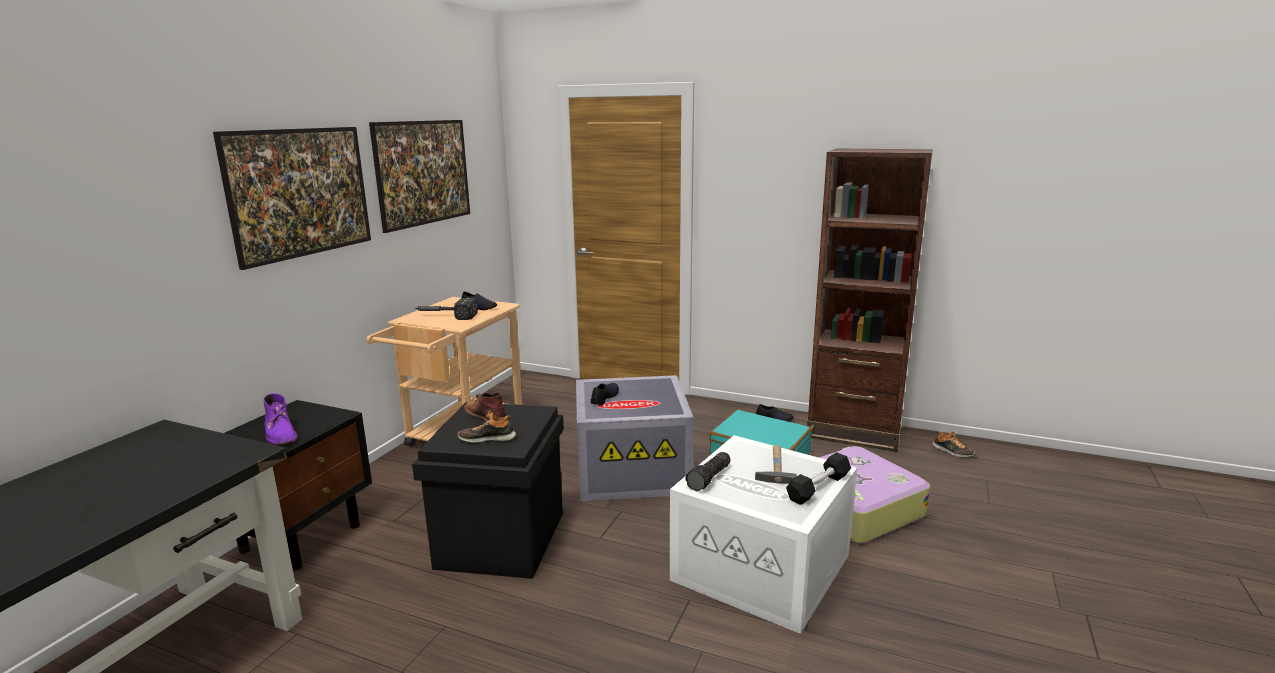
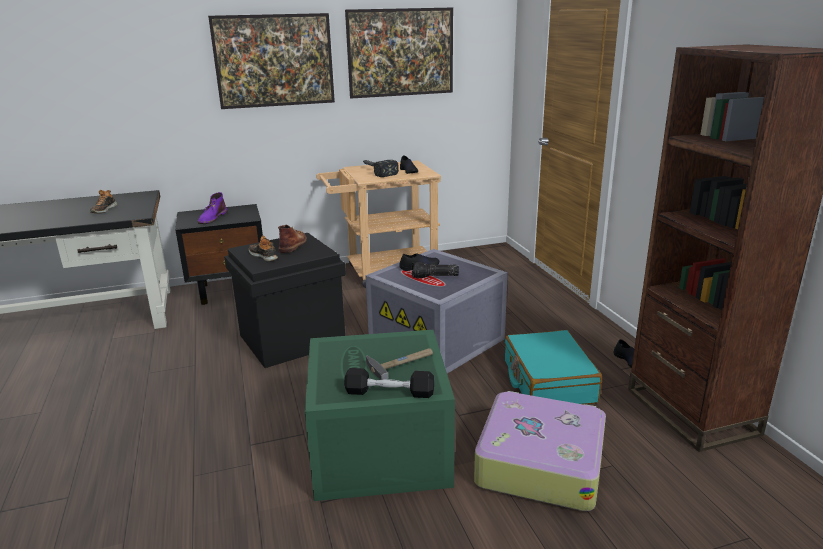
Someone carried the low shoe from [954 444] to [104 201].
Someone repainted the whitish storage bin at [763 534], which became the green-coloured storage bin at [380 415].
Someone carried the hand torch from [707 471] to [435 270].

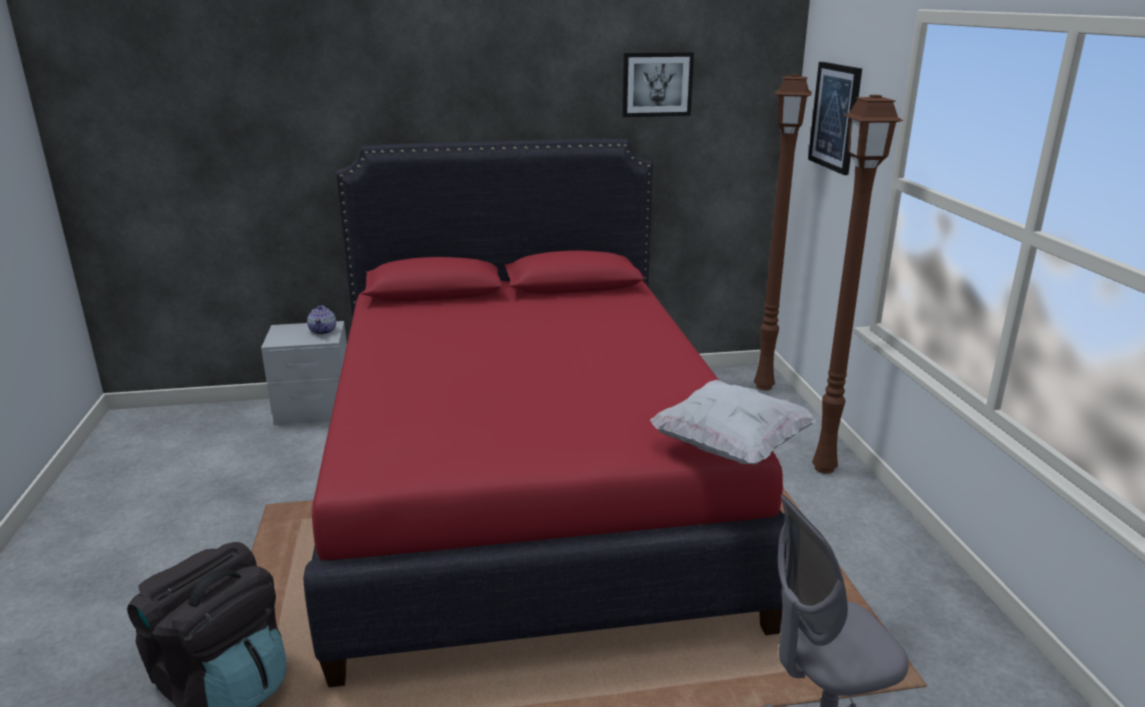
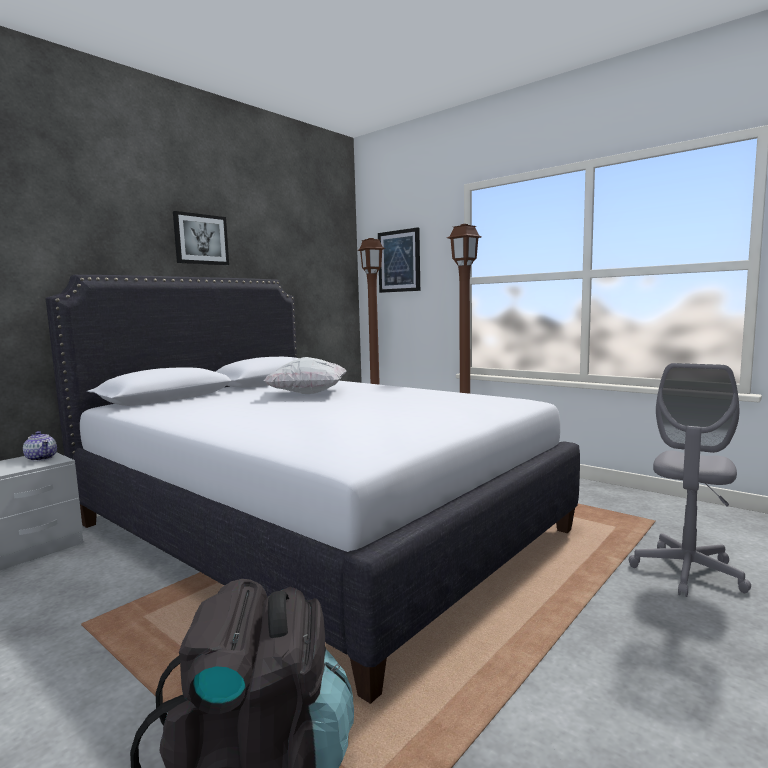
Someone carried the wall picture from [658 84] to [201 238].
Someone repainted the red-coloured bedroom bed at [544 412], which became the whitish bedroom bed at [312 489].
Someone carried the whitish cushion from [733 422] to [305 375].

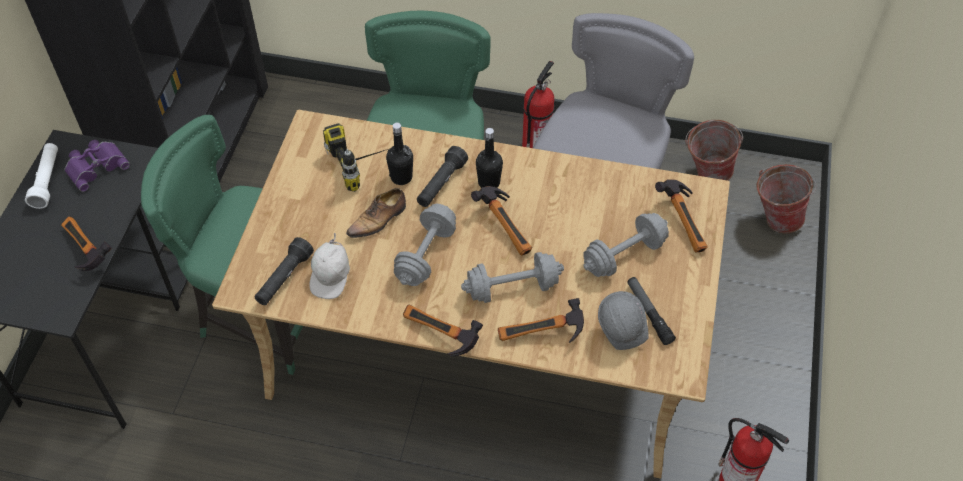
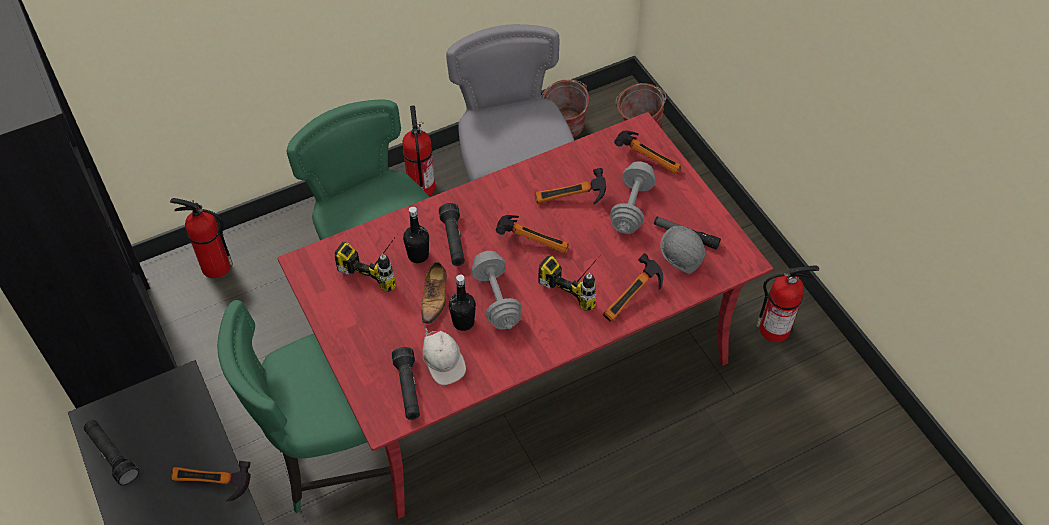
Someone repainted the sand-coloured dinner table at [471 294], which became the red-coloured dinner table at [525 315].
Someone carried the black drink bottle from [489 158] to [462 303].
Someone took away the purple-coloured pair of binoculars at [97 166].
Someone repainted the whitish hand torch at [41 176], which became the black hand torch at [111 452].
Someone swapped the grey free weight at [512 277] for the power drill at [568 283].
Someone carried the tool hammer from [443 330] to [570 186].
Someone put down the extinguisher at [201 238].

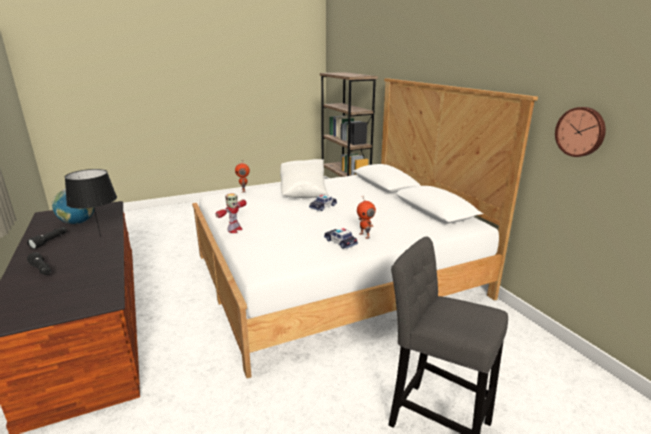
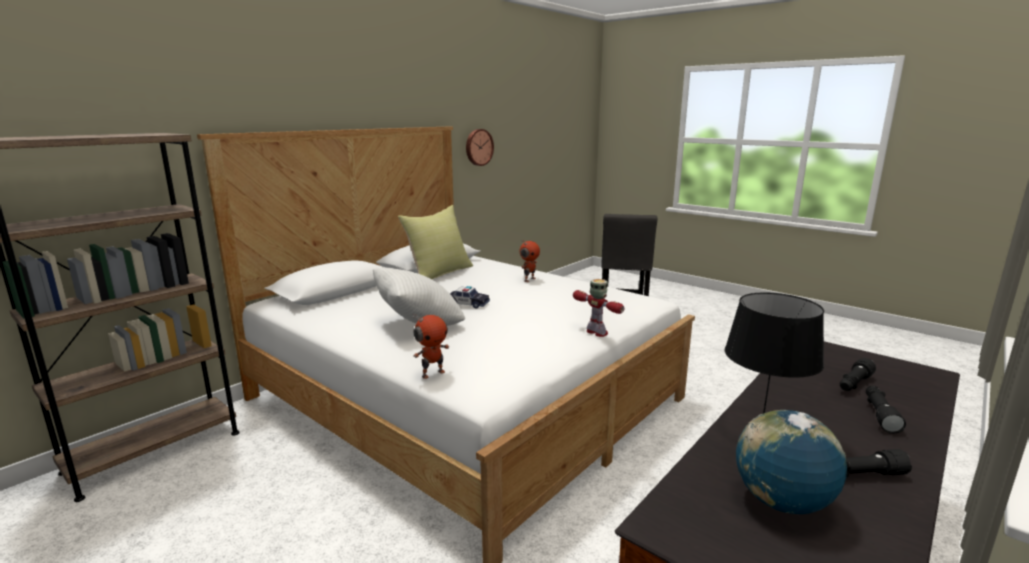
Someone rotated the toy robot at [231 213] by 45 degrees clockwise.
Someone took away the toy car at [341 238].
Someone put down the yellow cushion at [435 242].
Someone put down the black hand torch at [858 374].

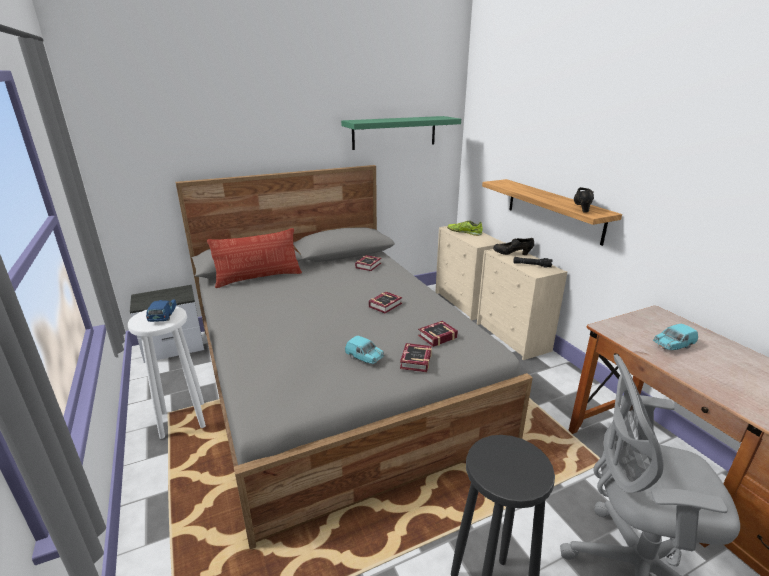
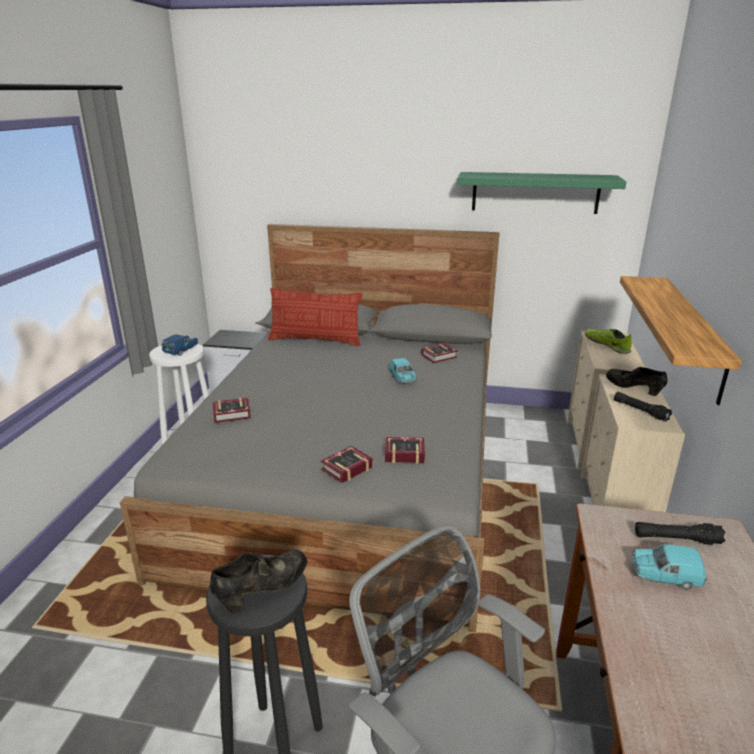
Someone carried the black low shoe from [584 200] to [258 581].
Someone carried the volume from [385 302] to [231 410].
Someone carried the turquoise toy car from [364 349] to [403 371].
Someone put down the black hand torch at [680 533].

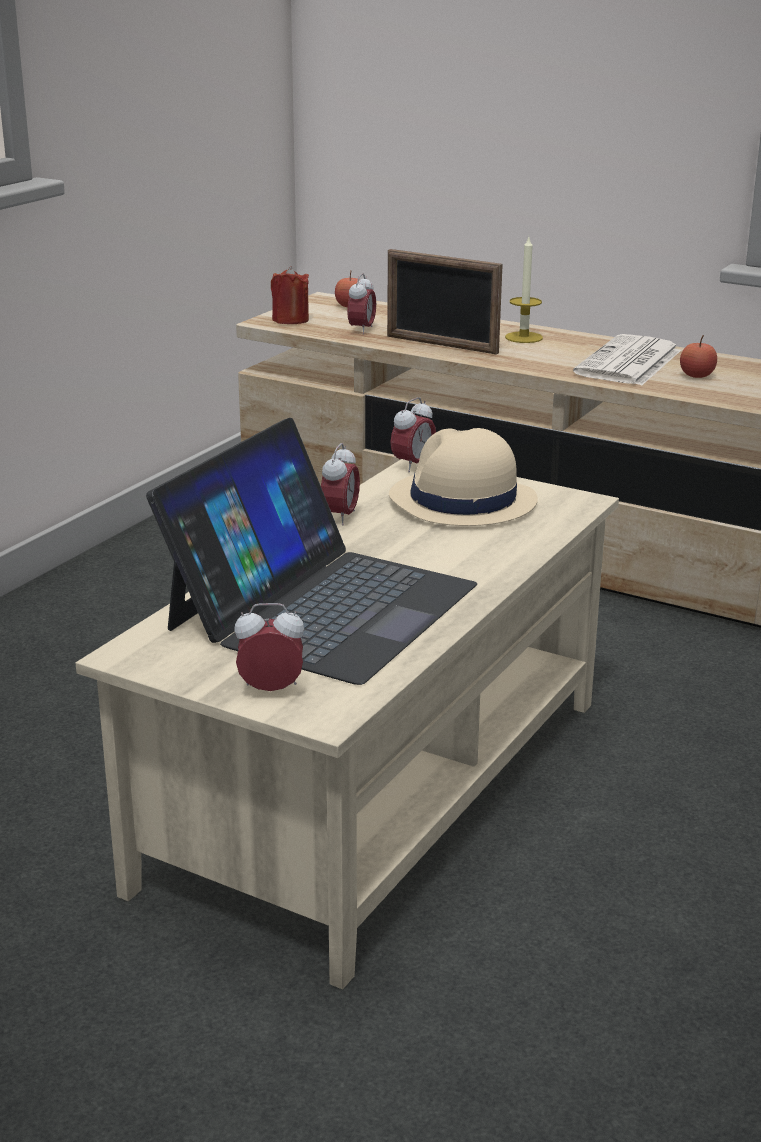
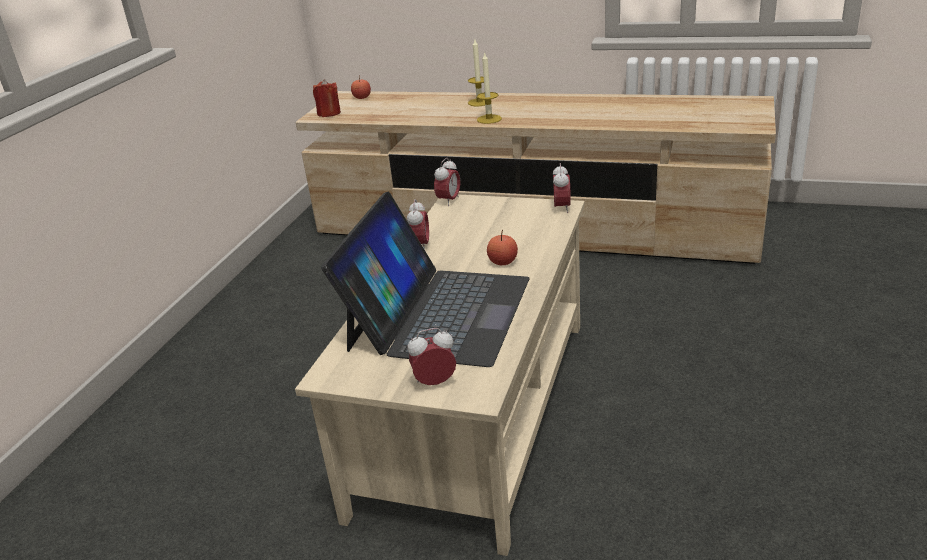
Someone took away the picture frame at [445 302].
Someone carried the alarm clock from [361 303] to [562 188].
Someone took away the daily paper at [627 360].
Someone carried the apple fruit from [698 356] to [502 247].
Someone took away the sand-coloured clothing hat at [463 477].
Someone put down the wax candle at [489 88].

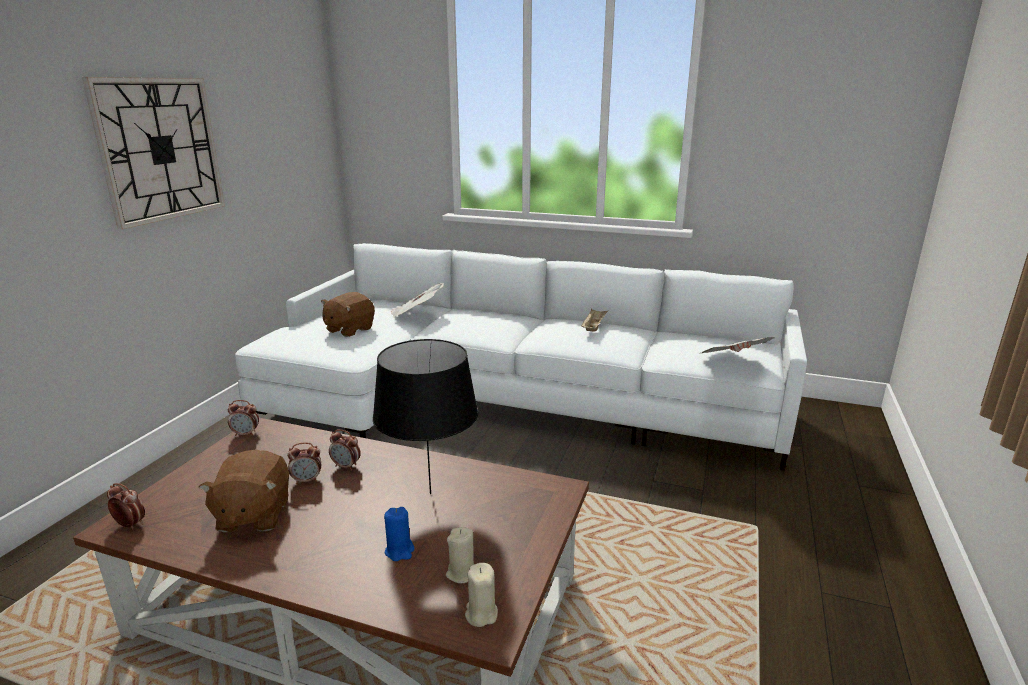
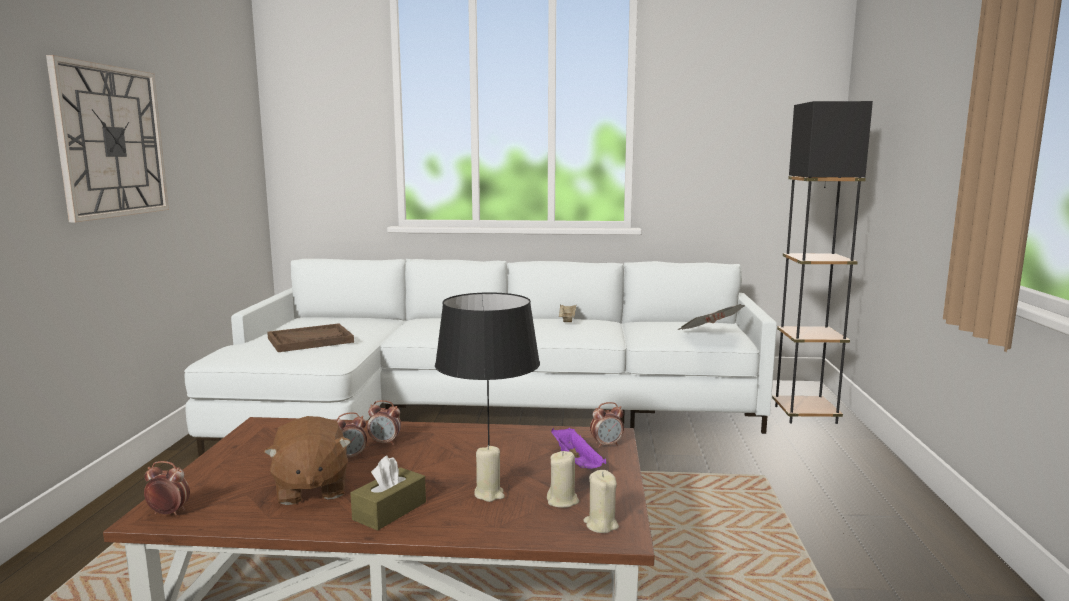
Someone took away the daily paper at [417 300].
Someone swapped the brown-coloured cuddly toy at [348 314] for the brown-coloured serving tray at [310 337].
Someone carried the alarm clock from [243 418] to [607 425].
Someone repainted the blue-coloured wax candle at [399 534], which became the sand-coloured wax candle at [489 473].
Someone put down the black floor lamp at [822 262].
Someone put down the purple-coloured serving tray at [578 448].
Someone put down the brown-coloured box of tissues at [388 493].

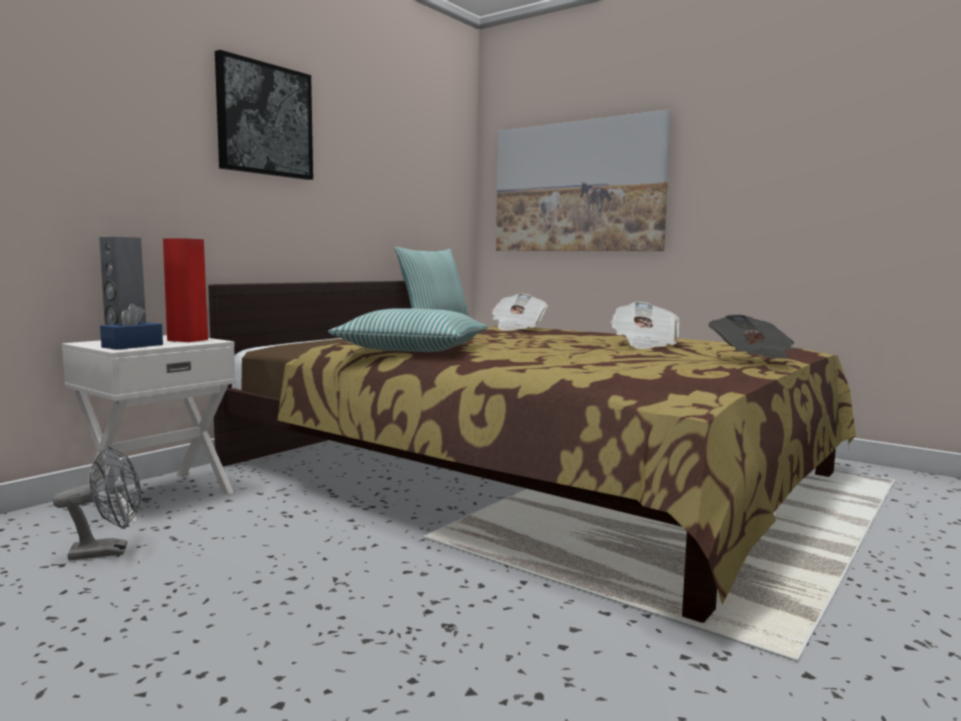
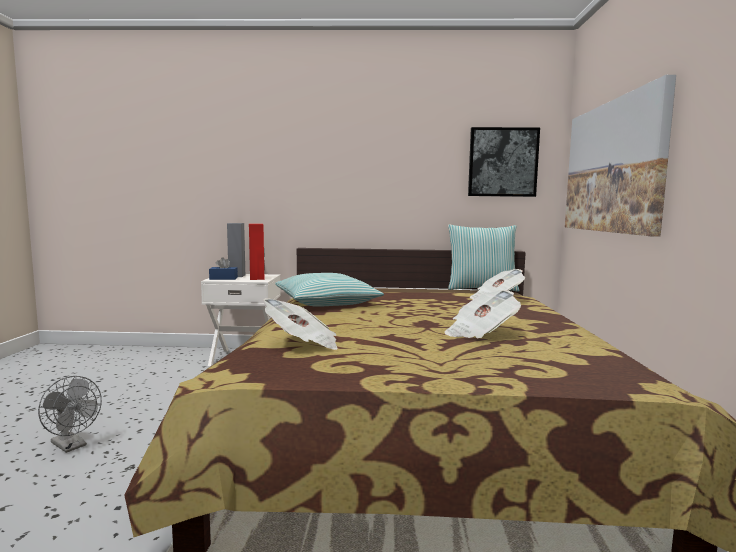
Someone carried the wall picture from [264 115] to [504 162].
Someone carried the daily paper from [751 336] to [300 324].
Someone carried the grey cooling fan from [97 503] to [70 414].

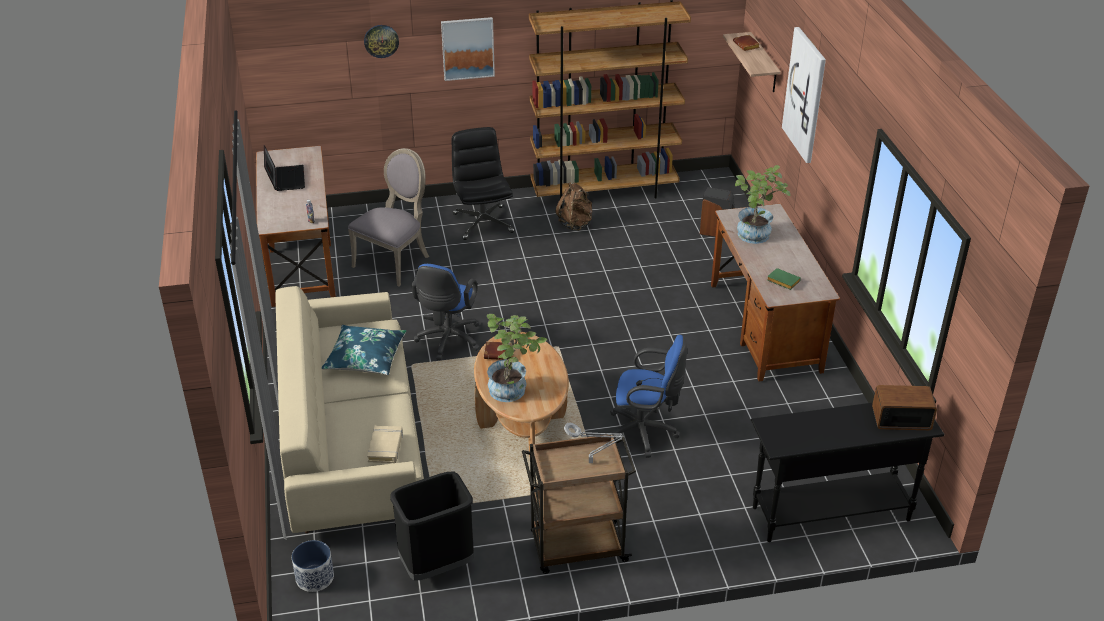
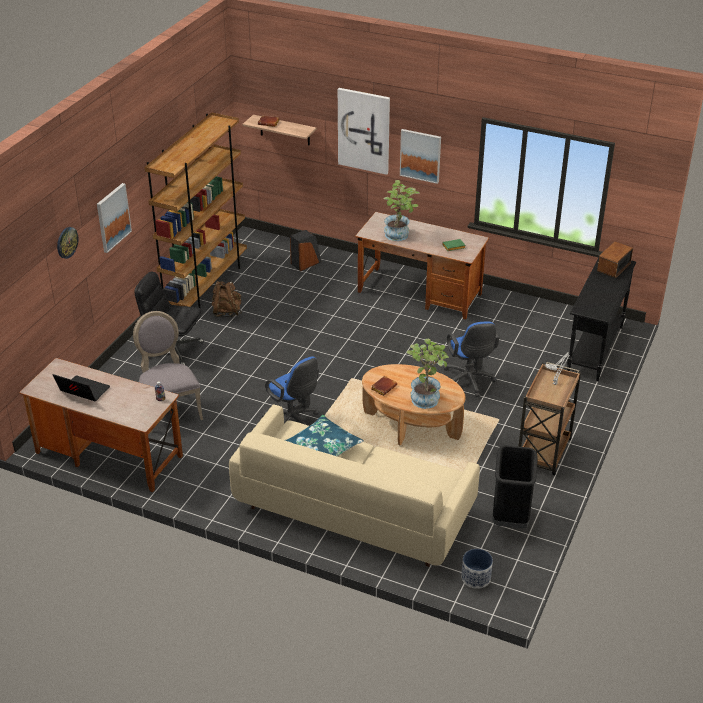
Someone rotated the blue-coloured office chair at [648 396] by 120 degrees clockwise.
Someone took away the sand-coloured volume at [385 444].
Someone put up the wall picture at [420 156].

